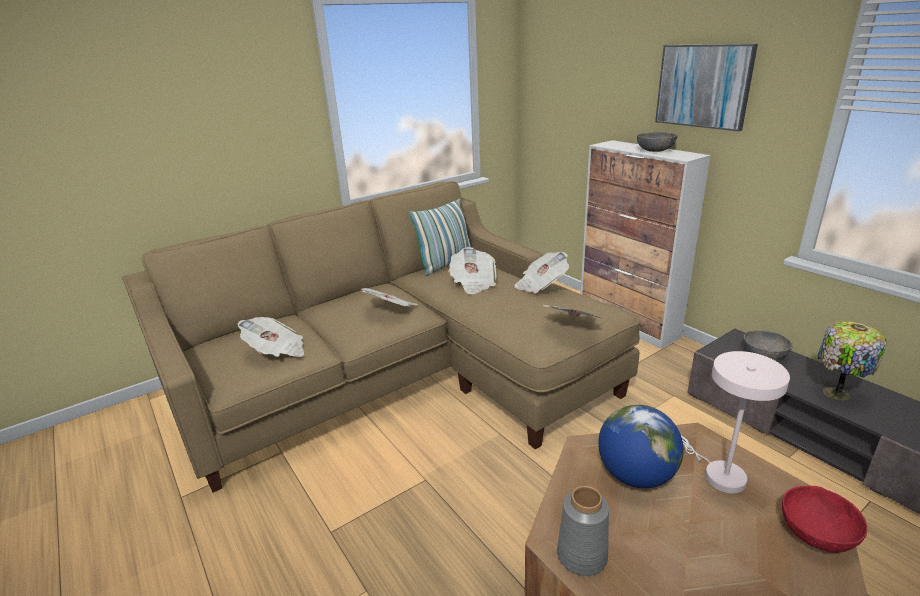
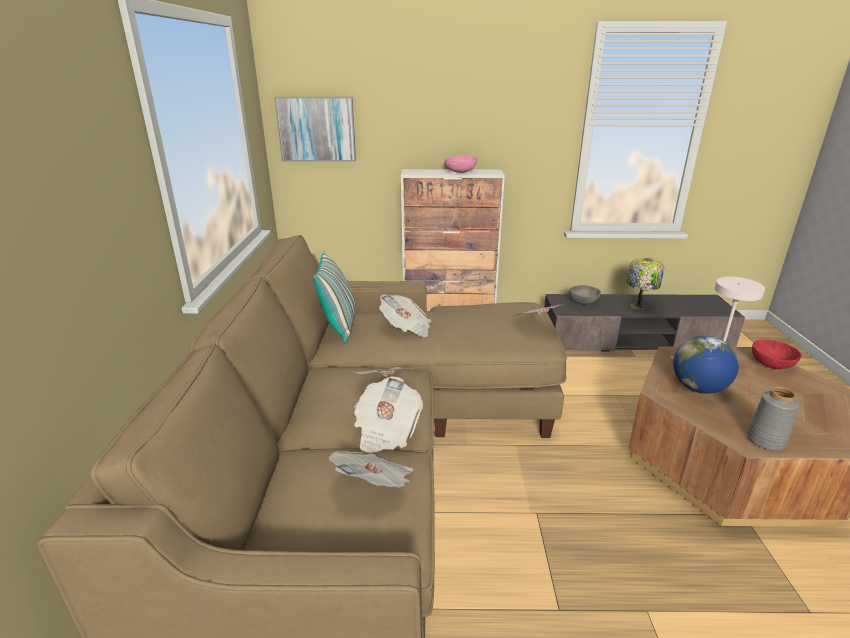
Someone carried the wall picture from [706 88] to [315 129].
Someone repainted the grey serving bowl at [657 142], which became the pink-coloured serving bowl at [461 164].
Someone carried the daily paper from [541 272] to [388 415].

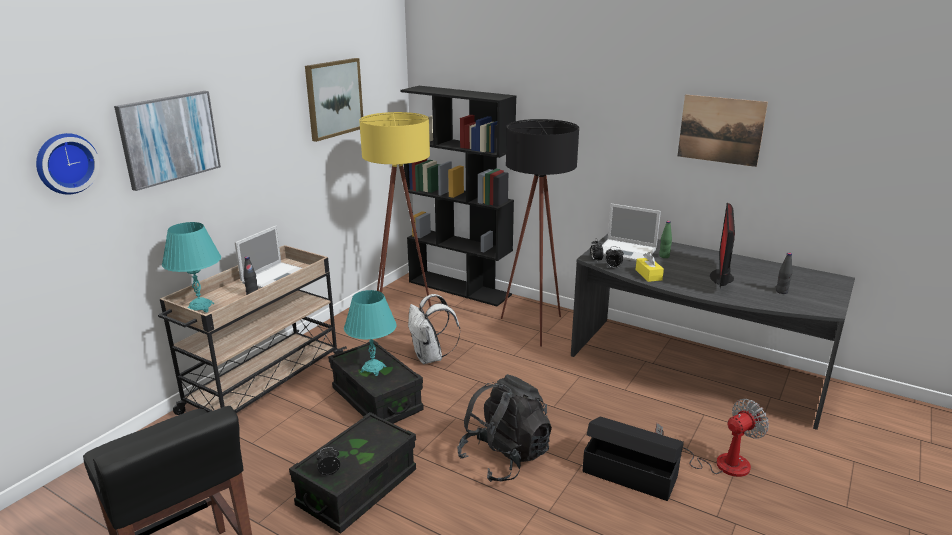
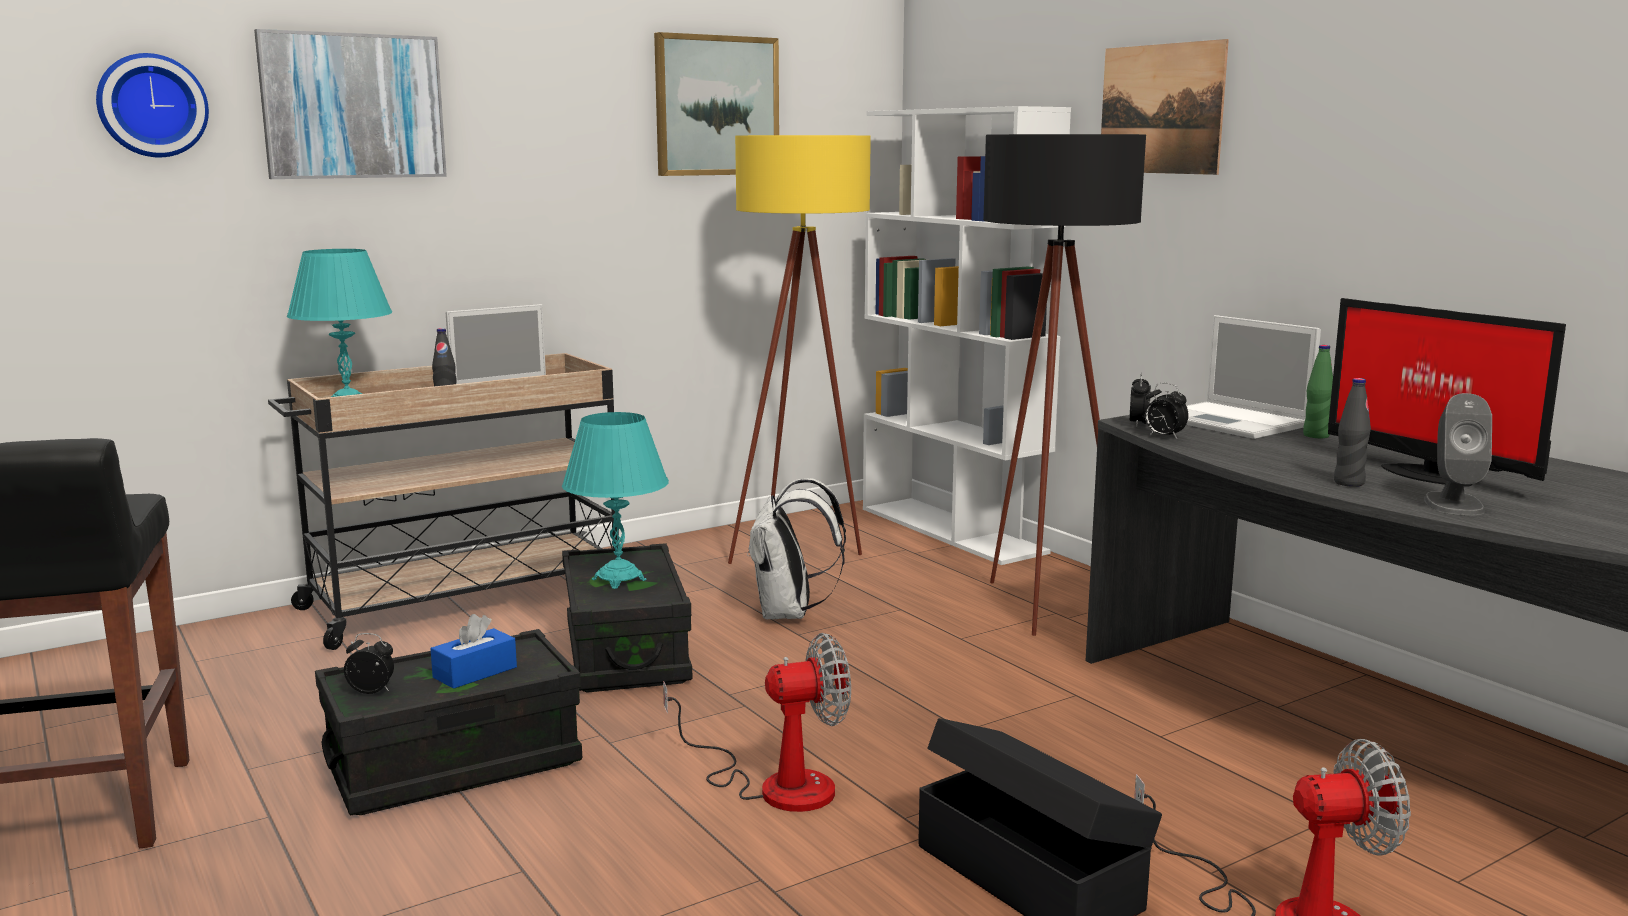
Someone repainted the black bookshelf at [458 196], which became the whitish bookshelf at [967 335].
Someone carried the wall picture from [723 131] to [1165 107].
Someone rotated the monitor at [722 245] by 75 degrees counterclockwise.
Someone took away the yellow box of tissues at [650 267].
Someone carried the black drink bottle from [784 273] to [1352 432].
Someone swapped the black backpack at [504 428] for the cooling fan at [757 722].
Someone put down the grey speaker at [1458 454].
Someone put down the blue-coloured box of tissues at [474 651].

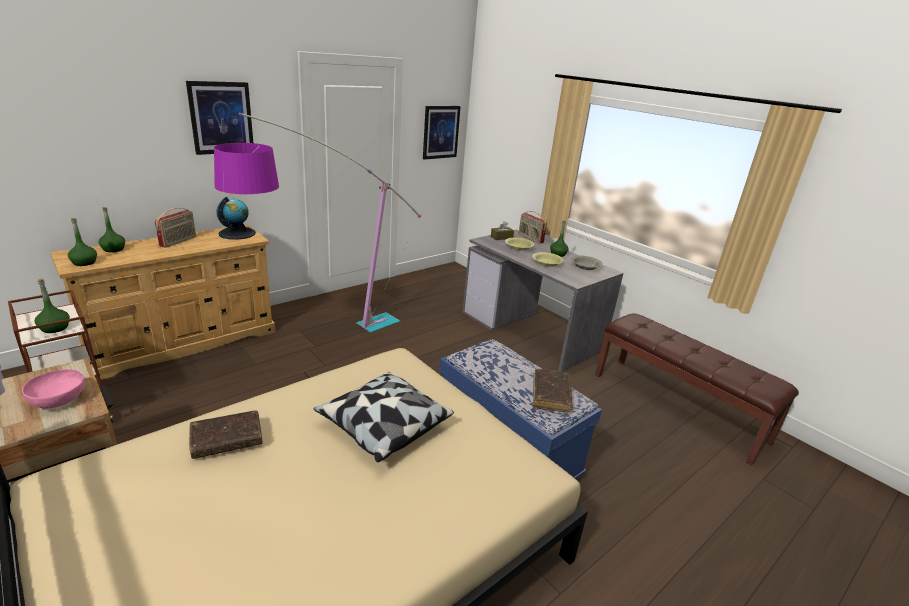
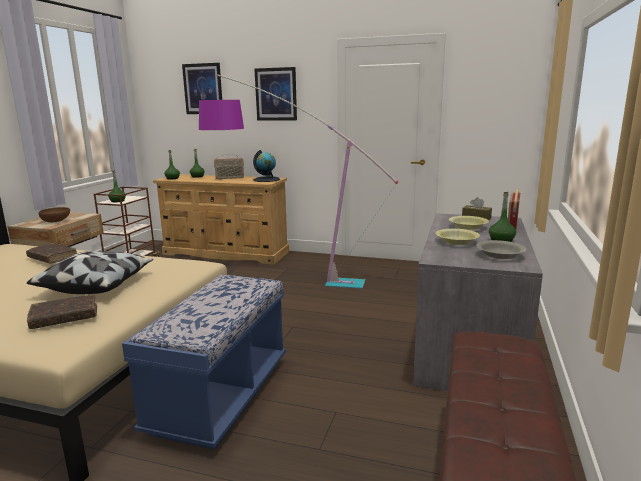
Someone carried the wall picture from [442 133] to [202 88].
Someone repainted the pink-coloured serving bowl at [53 389], which became the brown-coloured serving bowl at [54 214].
Someone carried the brown-coloured volume from [553 390] to [62 311].

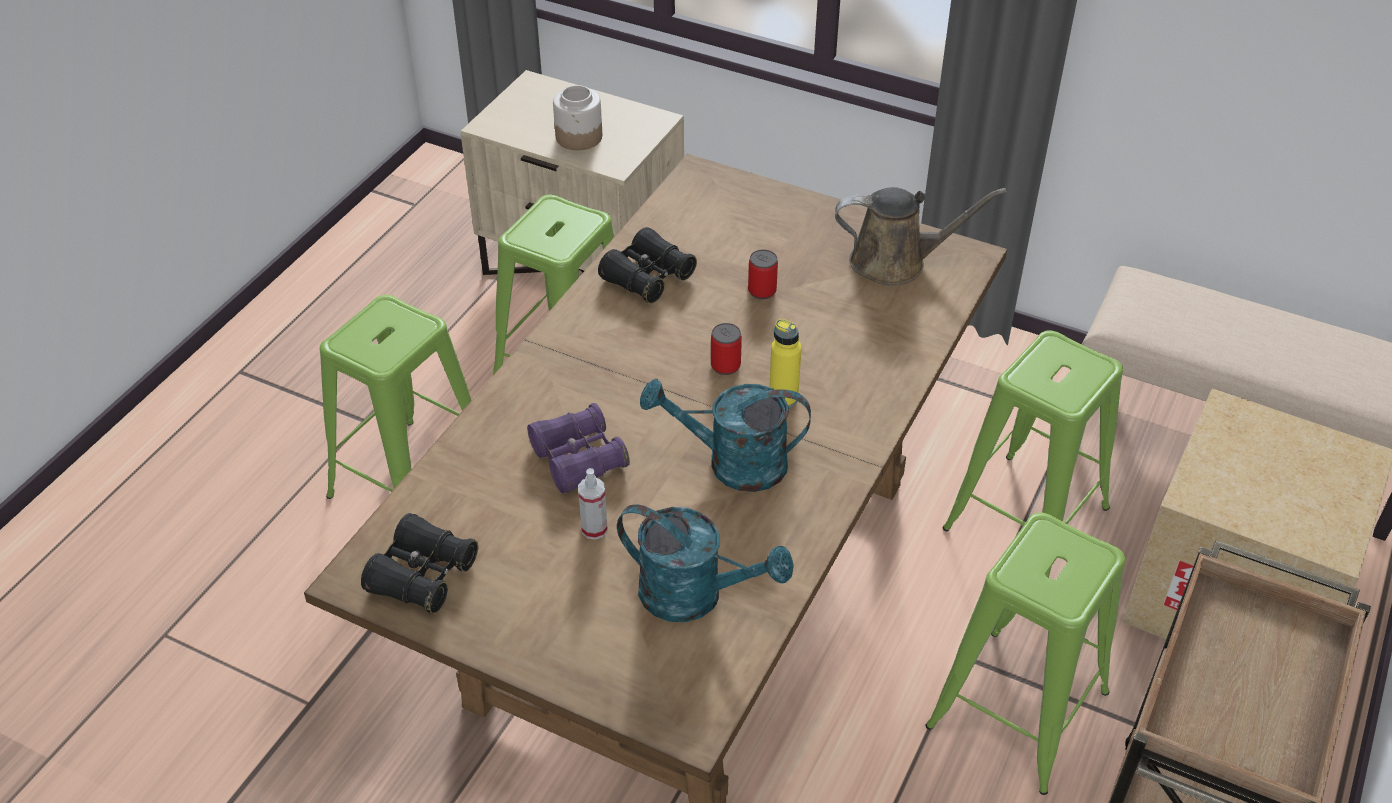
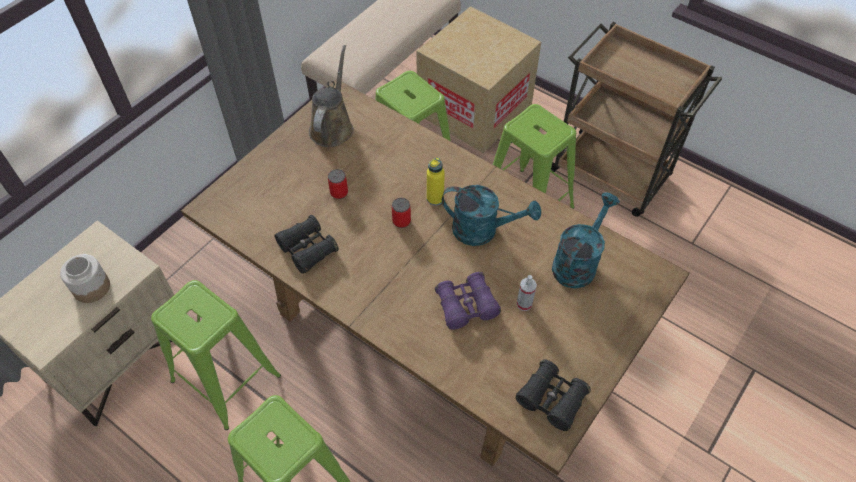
Someone rotated the turquoise watering pot at [725 435] by 90 degrees counterclockwise.

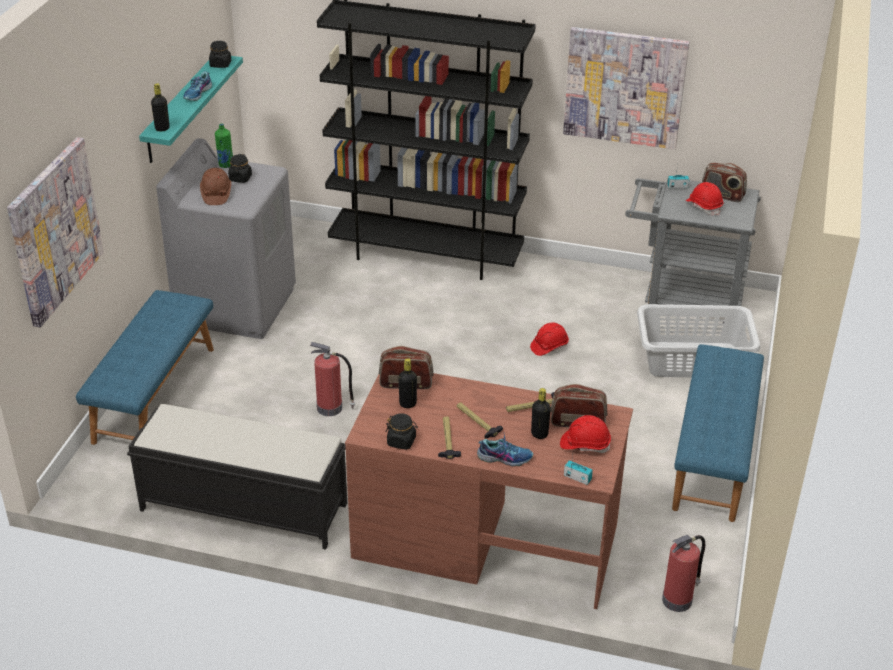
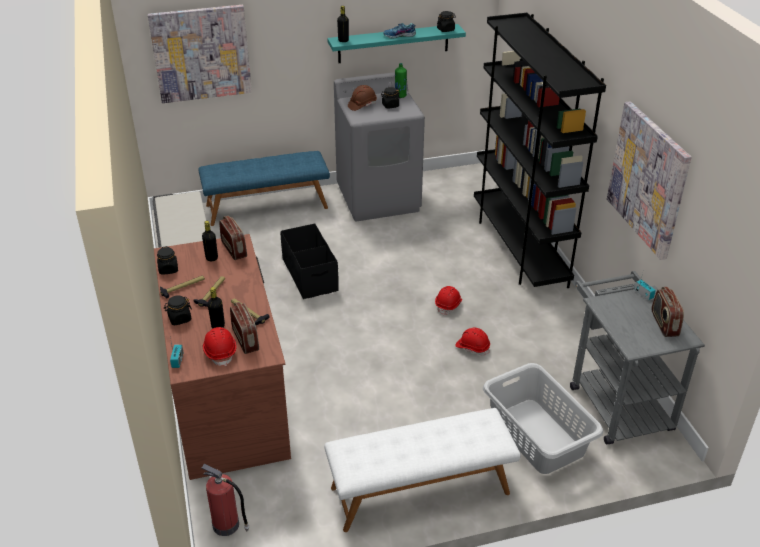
Someone carried the red-coloured hard hat from [704 198] to [448 300].
Someone swapped the extinguisher at [332 379] for the black storage bin at [310 261].
Someone repainted the blue-coloured indoor bench at [718 433], which became the whitish indoor bench at [422 470].
Someone swapped the low shoe at [505 450] for the black preserve jar at [178 310].

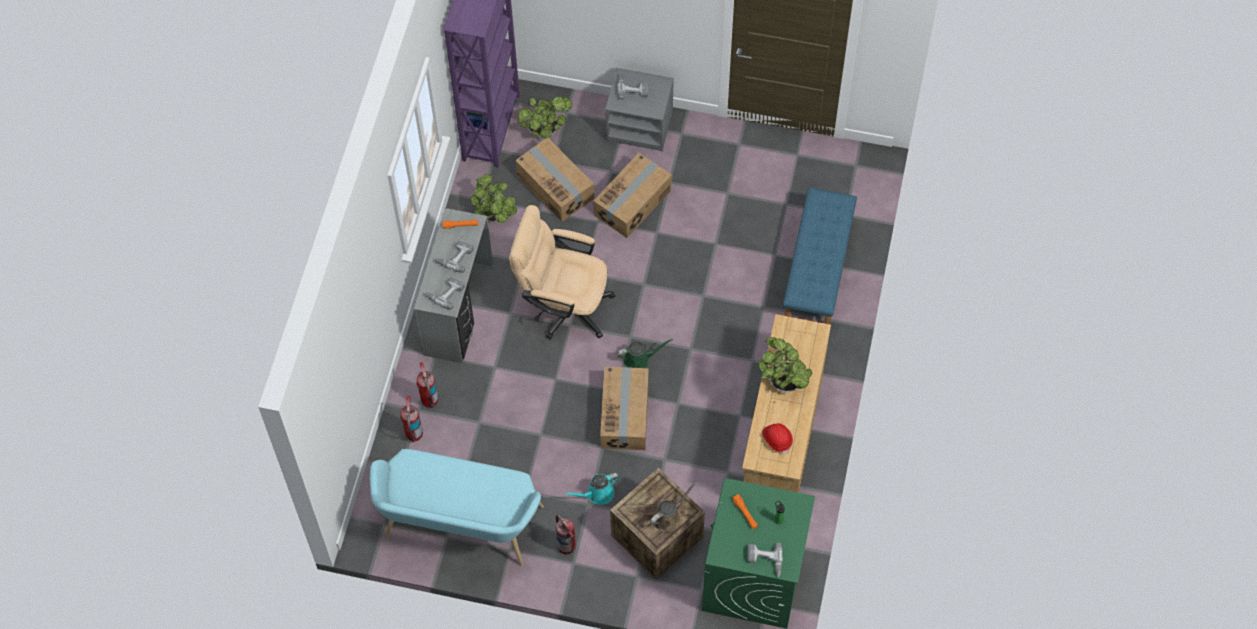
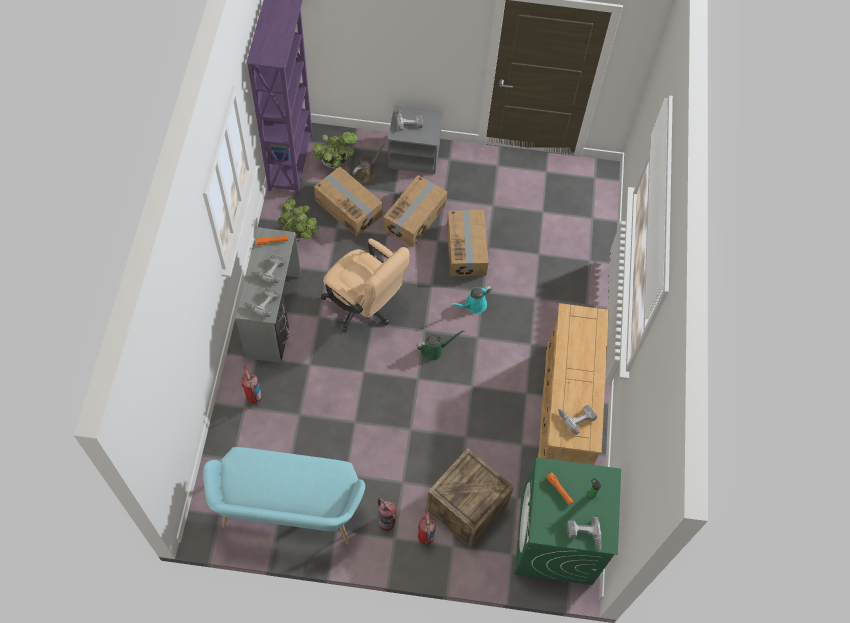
Someone took away the blue-coloured indoor bench at [820 256].
Someone rotated the sand-coloured office chair at [562 272] by 150 degrees counterclockwise.
Someone took away the houseplant at [785 364].
Someone carried the packing box from [624 408] to [468 243].
Someone carried the extinguisher from [411 419] to [427 528].
Someone swapped the red-coloured hard hat at [777 438] for the power drill at [577 420].
Someone carried the turquoise watering pot from [592 489] to [471 299].
Someone carried the brown-coloured watering pot from [673 506] to [368 163].

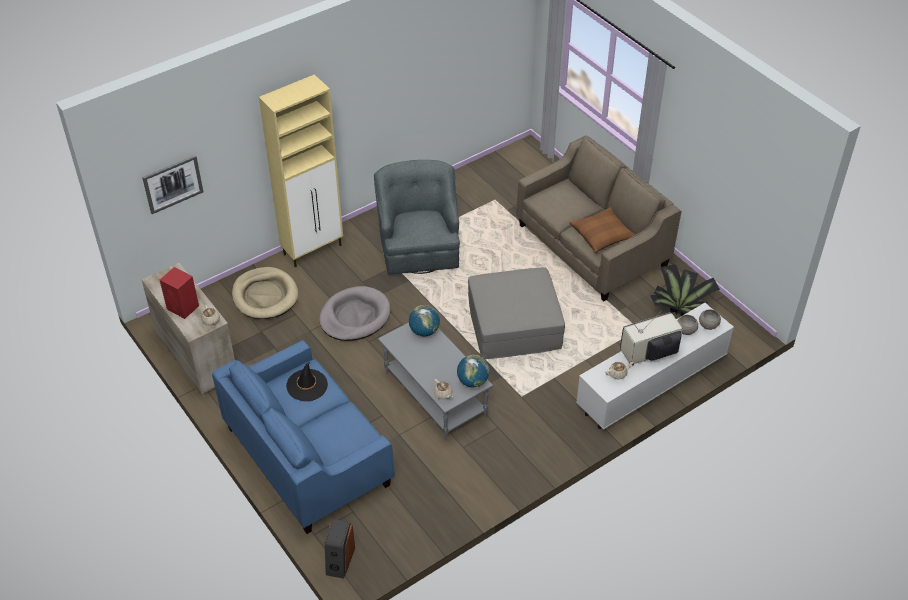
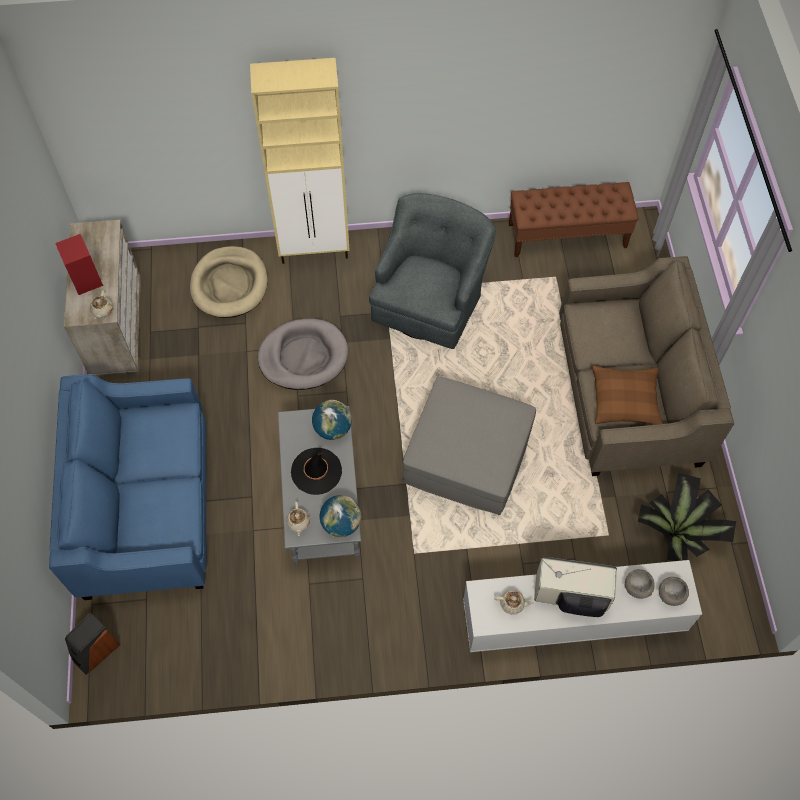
Someone took away the wall picture at [172 184].
Someone carried the black clothing hat from [307 381] to [316 471].
Someone put down the brown-coloured indoor bench at [574 219].

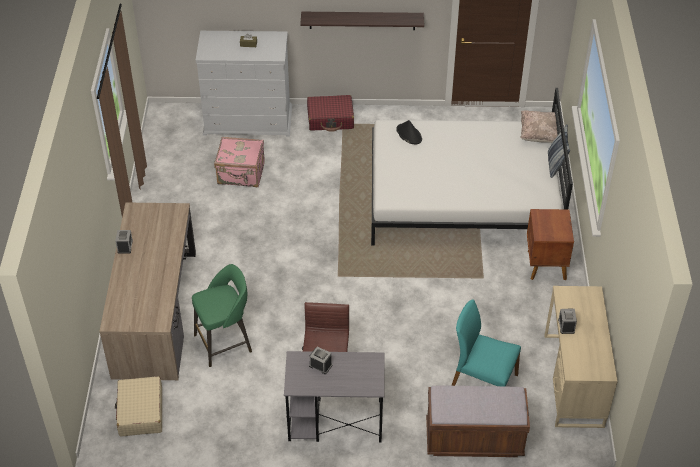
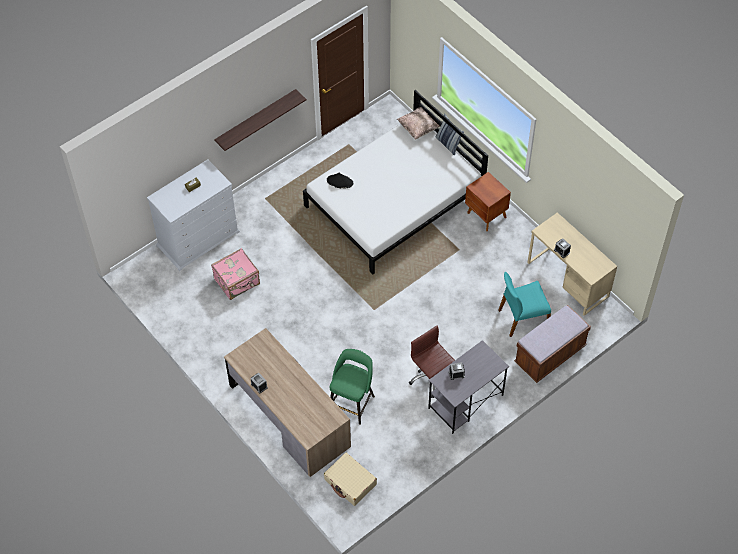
Someone took away the red-coloured suitcase at [330 113].

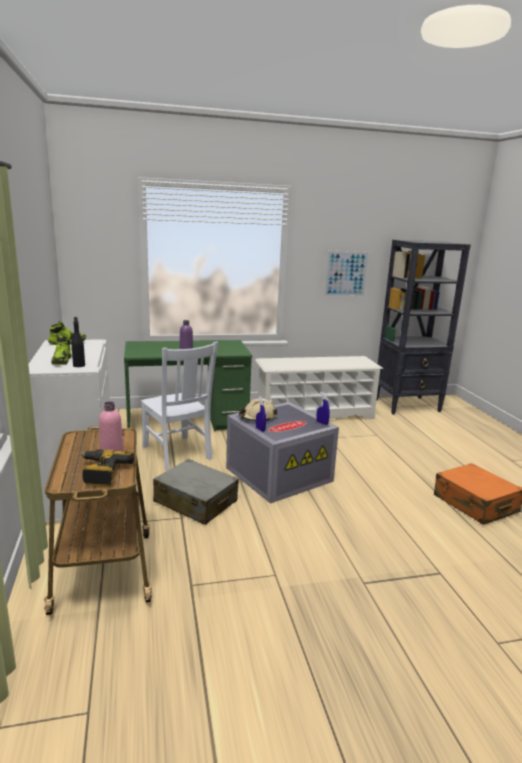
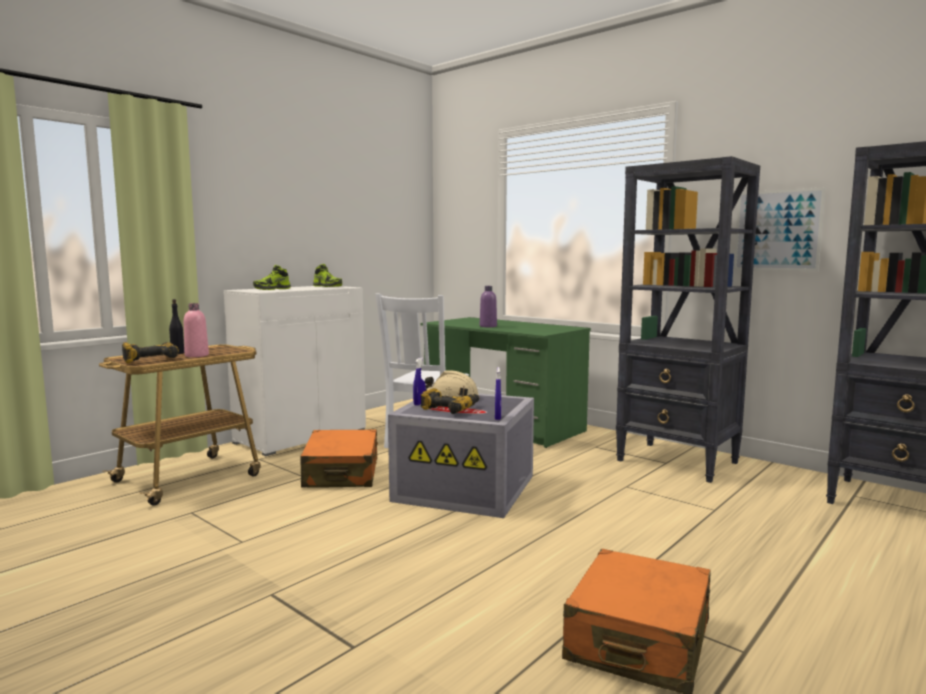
Someone carried the black drink bottle from [78 342] to [176 326].
Someone swapped the whitish shoe stand at [319 387] for the black bookshelf at [688 319].
Someone repainted the grey suitcase at [196 492], which became the orange-coloured suitcase at [339 458].
Someone put down the power drill at [450 401].

